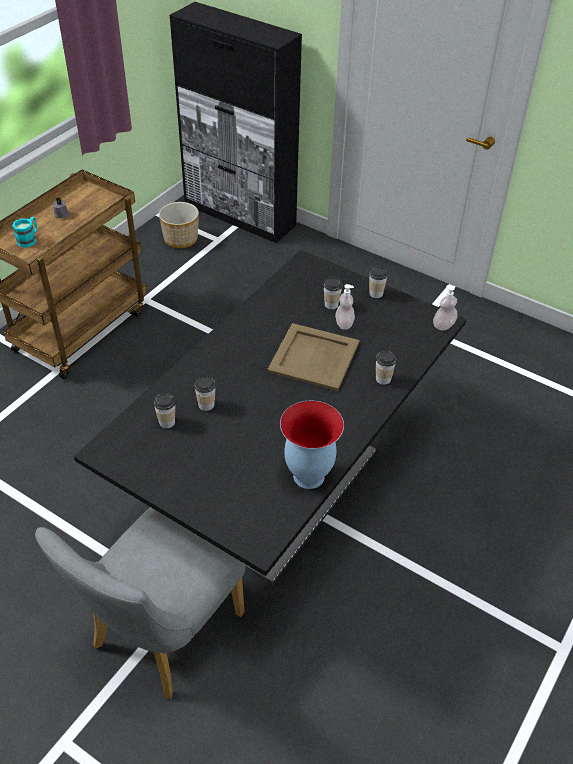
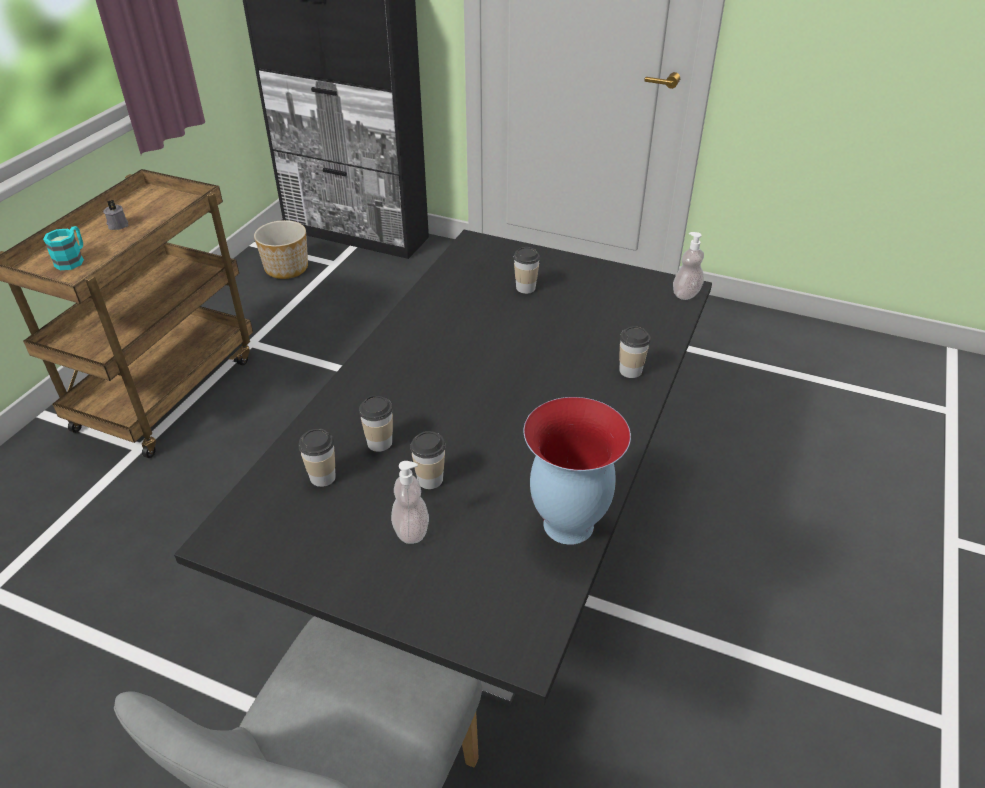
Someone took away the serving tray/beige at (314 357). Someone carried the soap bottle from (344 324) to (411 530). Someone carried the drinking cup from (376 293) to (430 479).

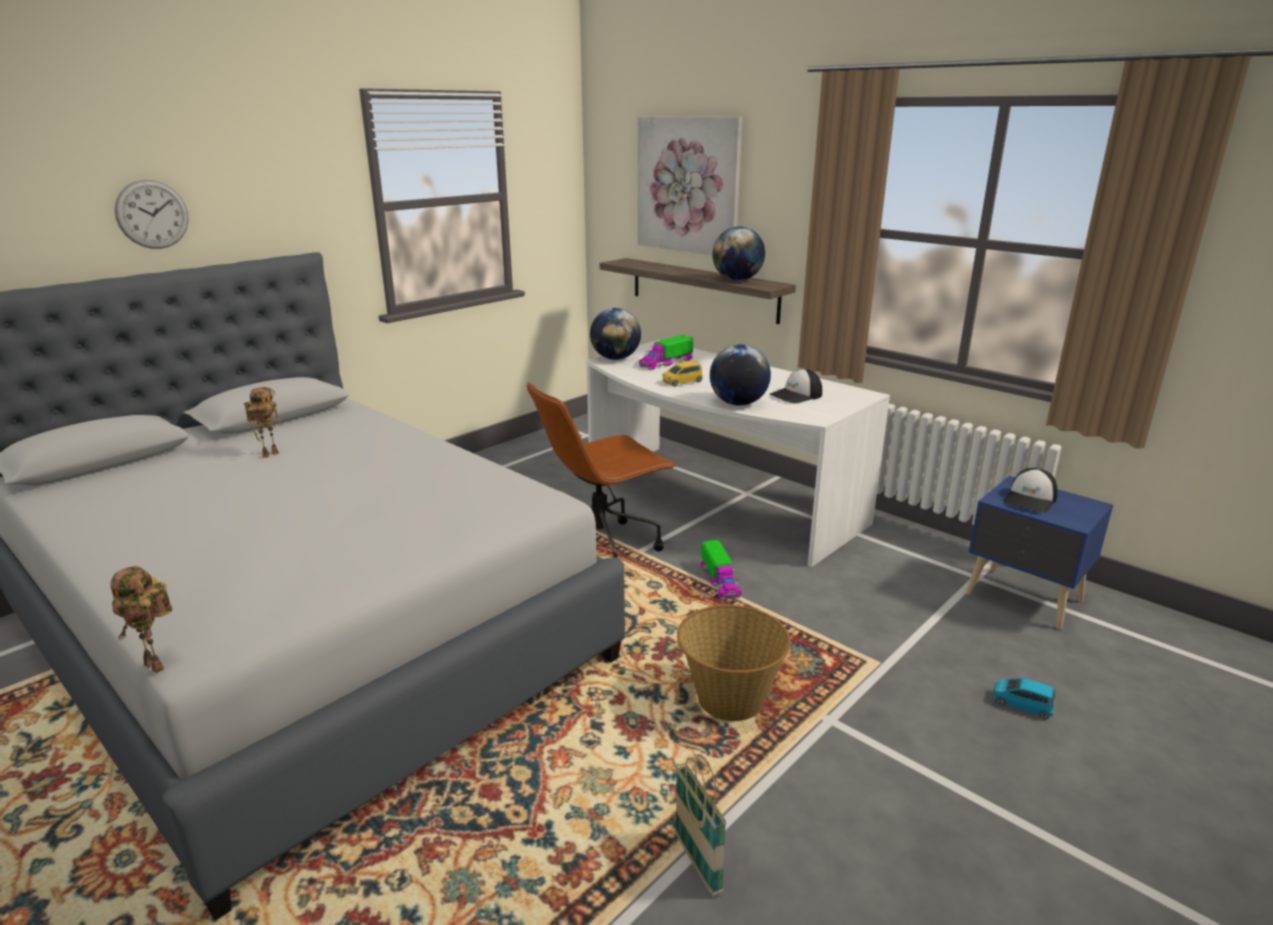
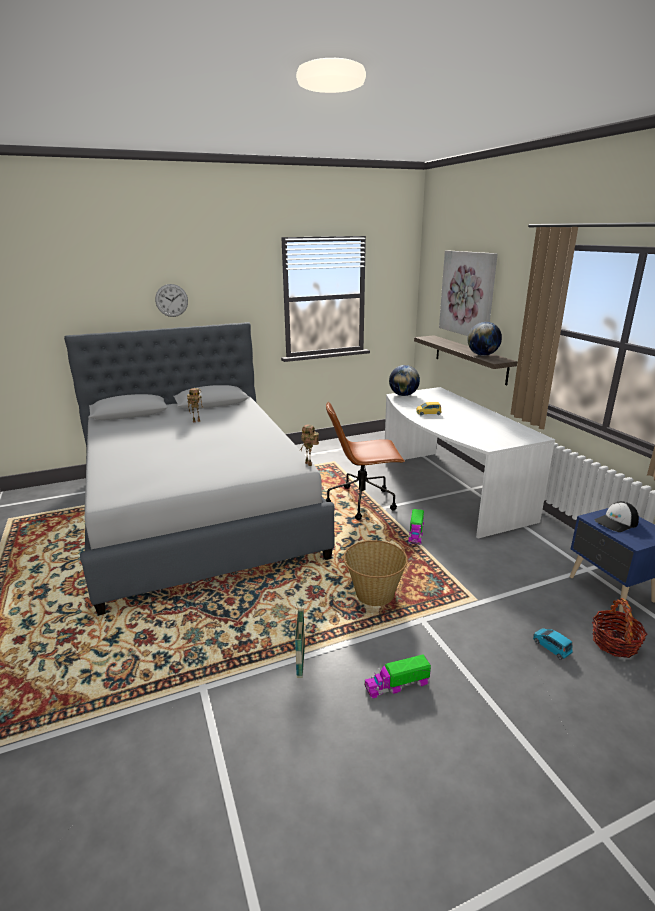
Someone carried the robot figure from (158 665) to (310 464). Someone carried the toy lorry from (666 363) to (397 685). Someone took away the globe at (738 403). Someone took away the baseball cap at (796 395). Someone put down the storage basket at (614 643).

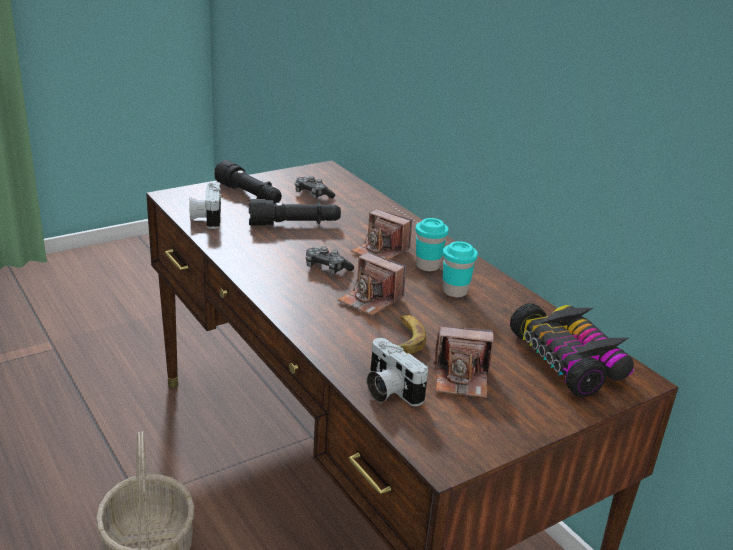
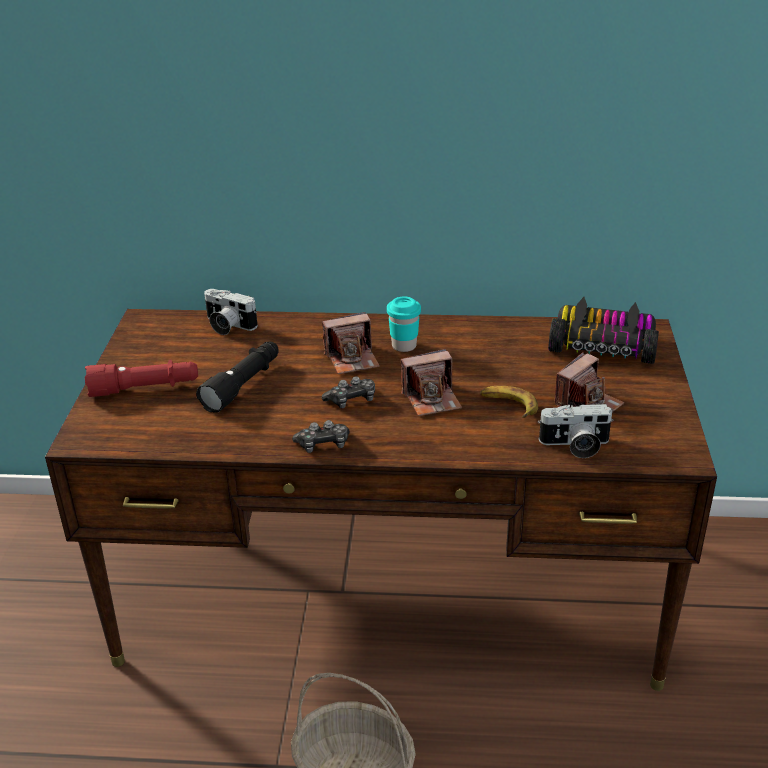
Someone carried the photo camera from (206 217) to (227 326). Someone repainted the hand torch/black-coloured at (249 195), which became the hand torch/red-coloured at (145 388). Someone carried the joypad from (312 195) to (323 444). Someone took away the drinking cup/blue-green at (455 291).

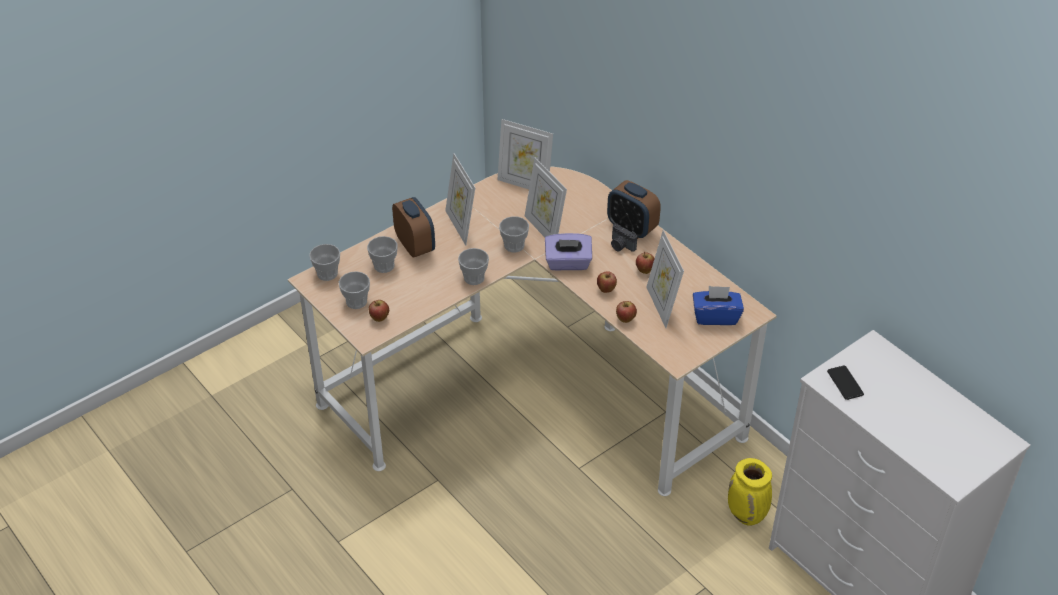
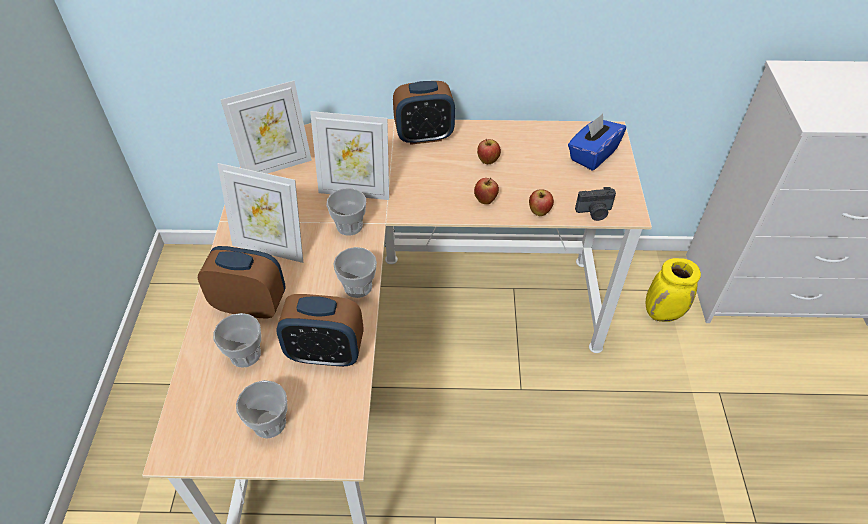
Someone took away the drinking cup at (327 273). Someone took away the apple at (379 318). Someone took away the tissue holder/purple-coloured at (568 263). Someone carried the photo camera from (621 246) to (594 212). Someone took away the photo frame at (662 306). Someone took away the phone at (845 383). Someone put down the table clock at (325 353).

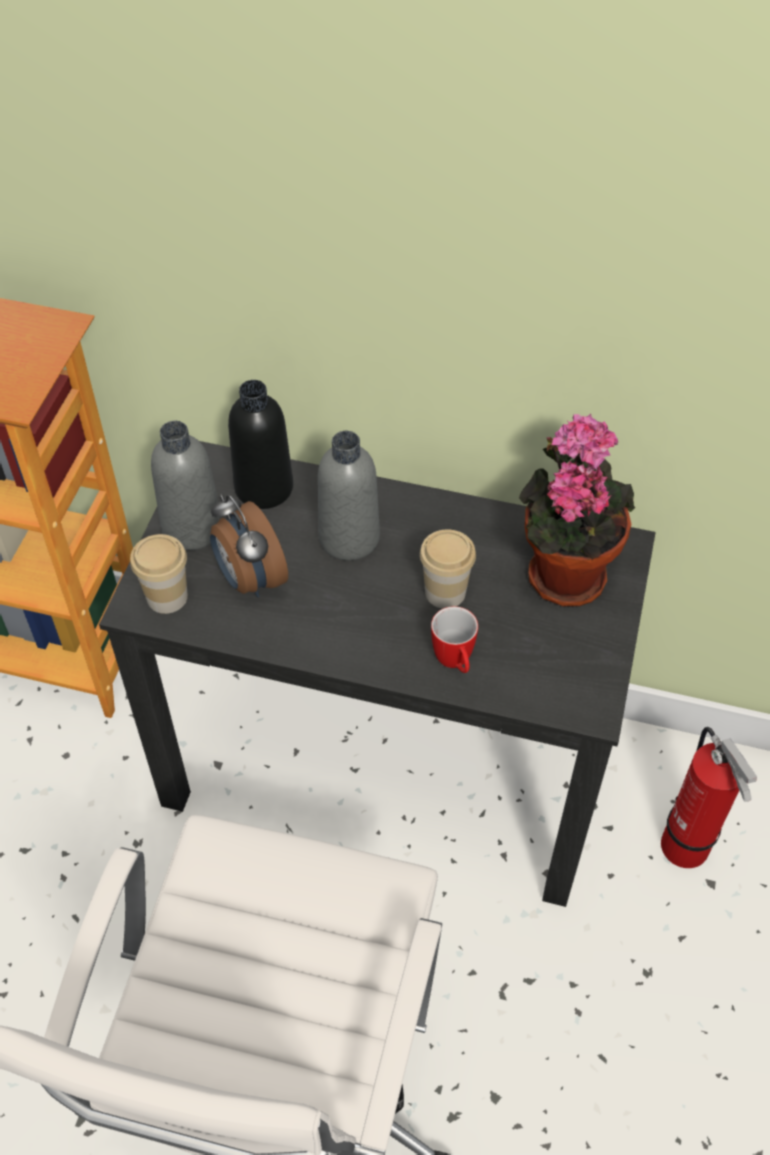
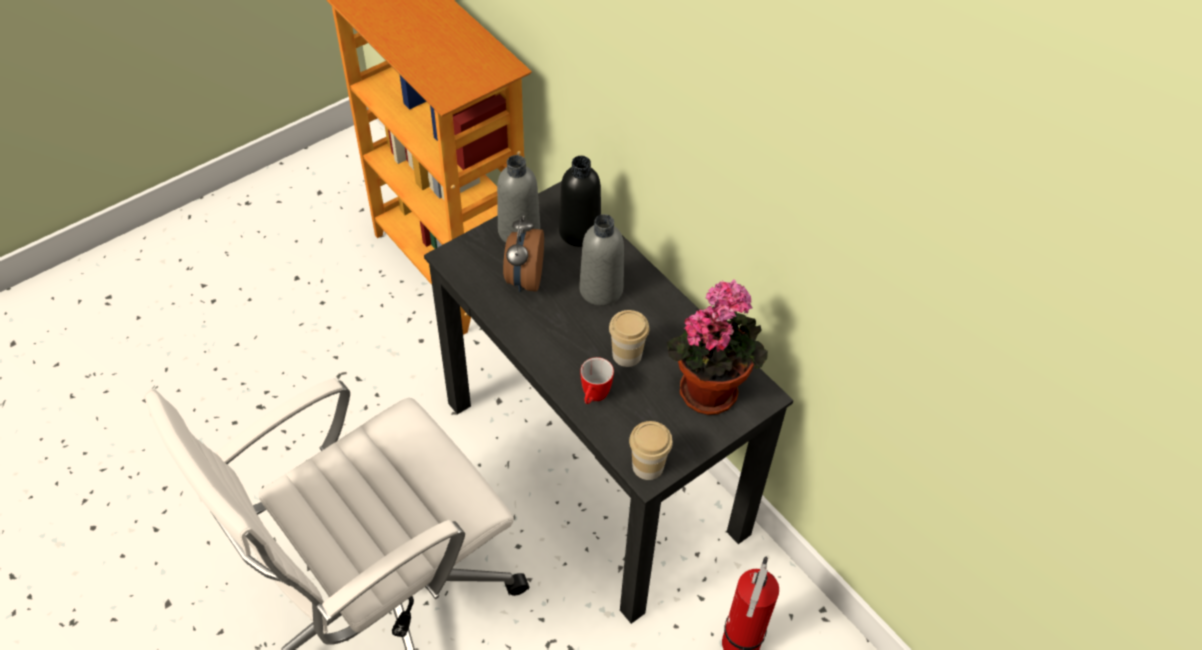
Someone carried the drinking cup from (167 597) to (648 466).

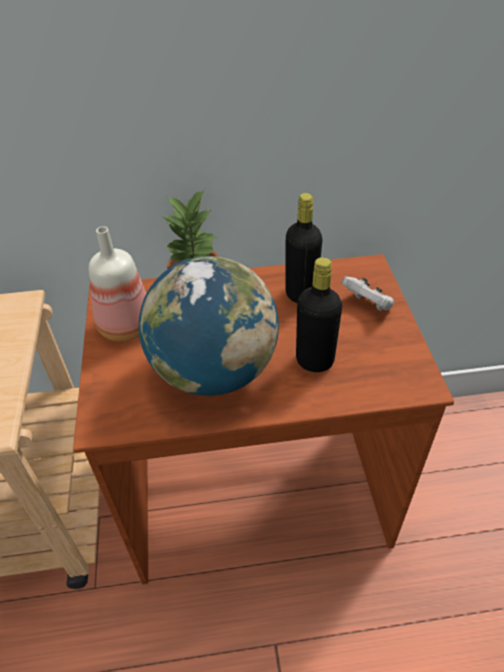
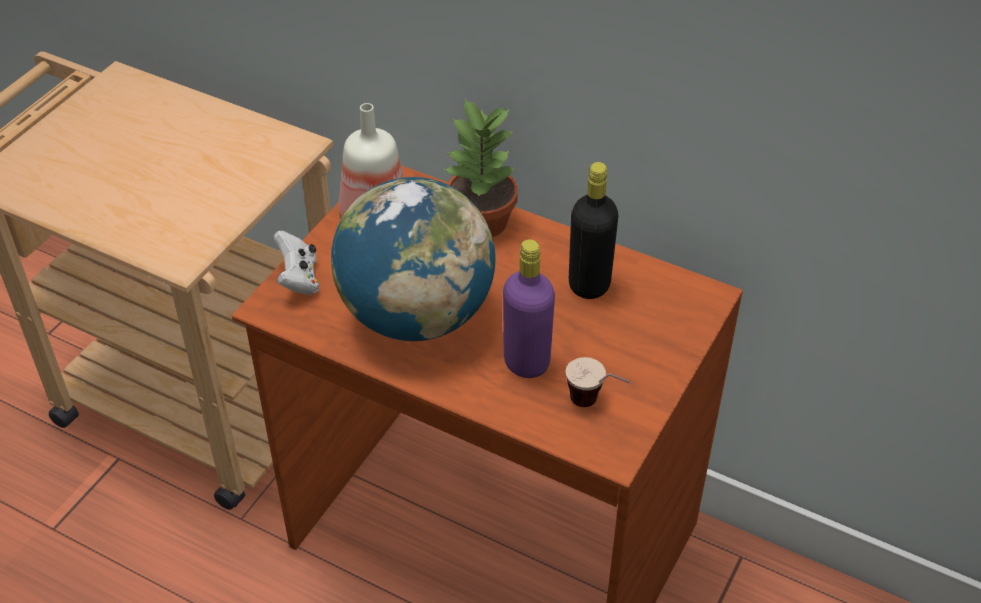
Someone repainted the beverage bottle/black-coloured at (314 360), which became the beverage bottle/purple-coloured at (526 362). Someone carried the joypad/white from (368 305) to (299 279). Someone put down the drinking cup at (596 406).

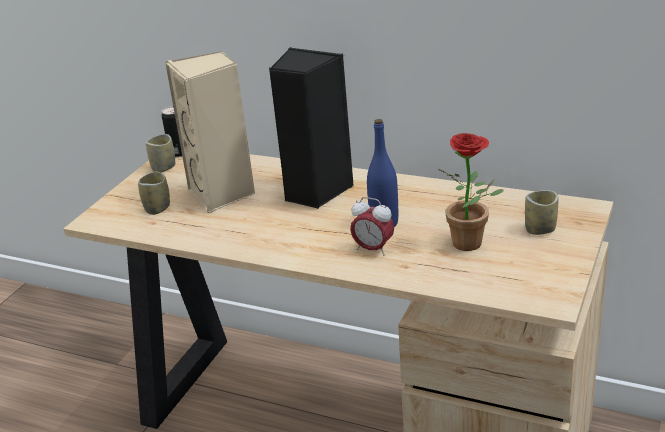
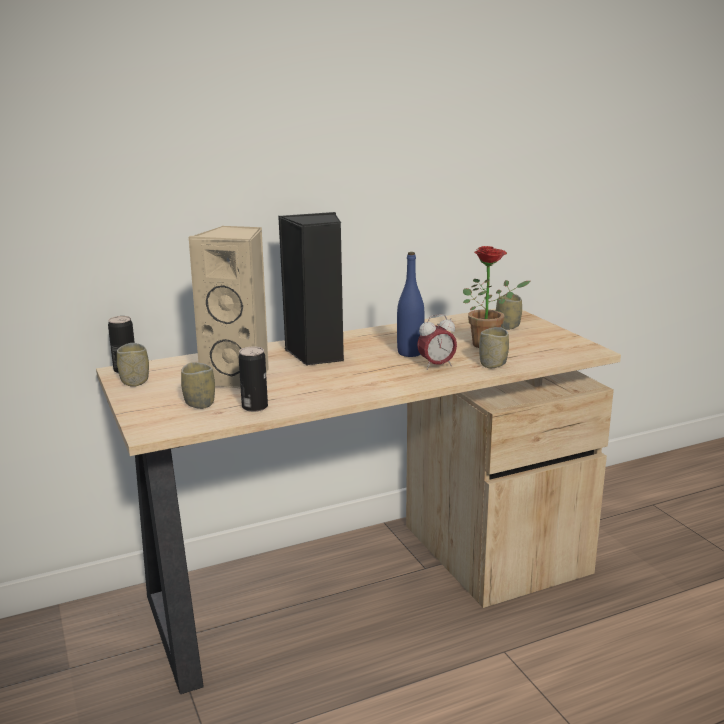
Someone put down the can at (255 407). Someone put down the drinking cup at (493 364).

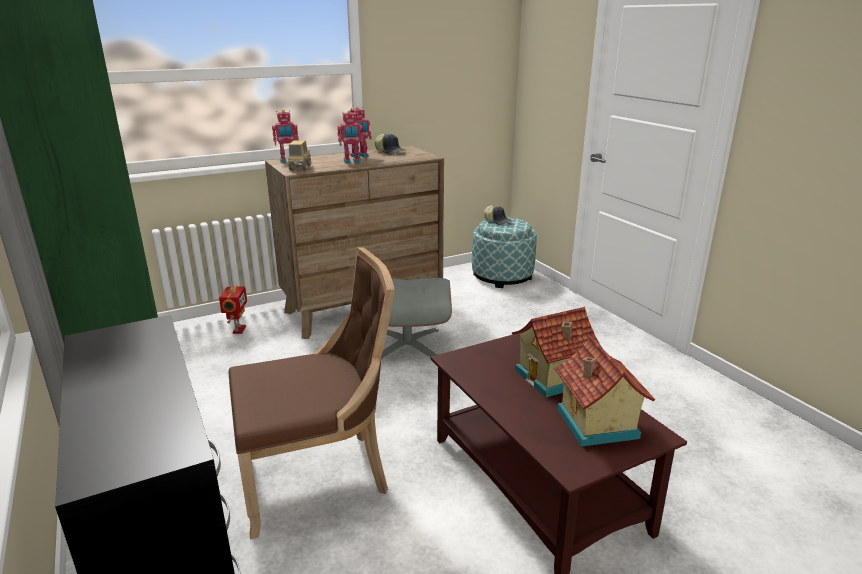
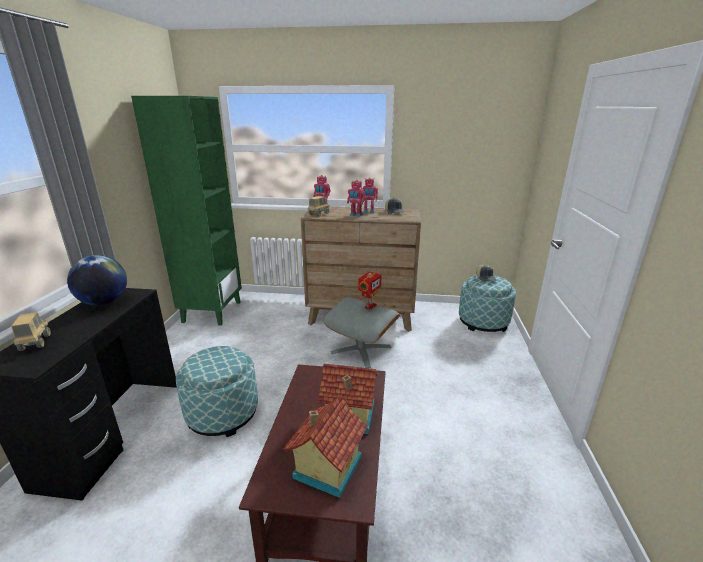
Someone carried the robot figure from (238 330) to (369 306). Someone swapped the chair/brown at (319 476) for the footrest at (223 413). Someone put down the toy lorry at (35 343). Someone put down the globe at (104 302).

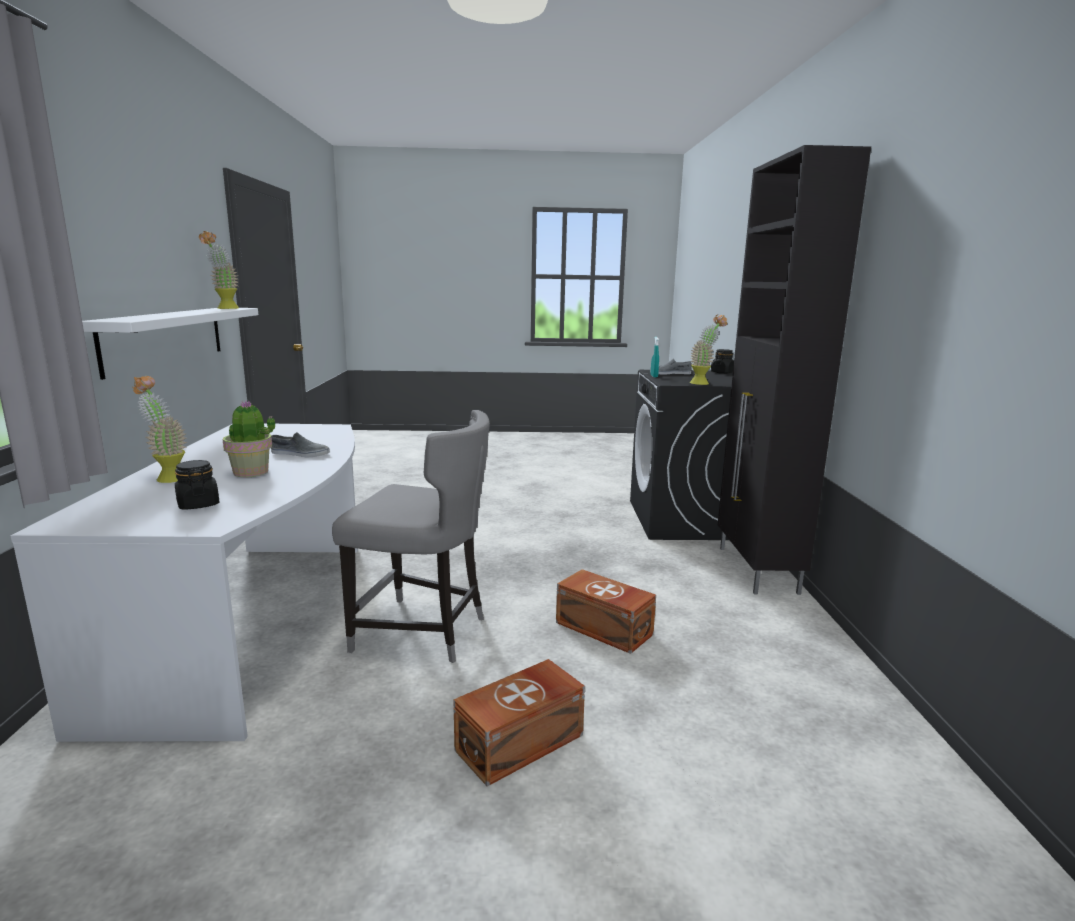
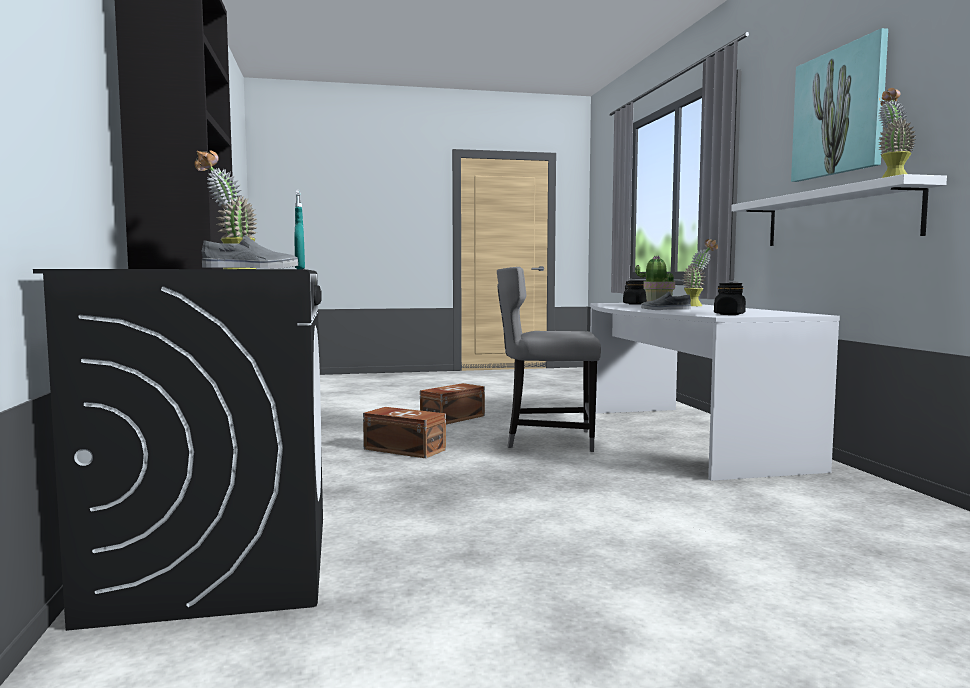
Someone carried the jar/black-coloured from (722 372) to (729 314). Someone put up the wall art at (838 112).

